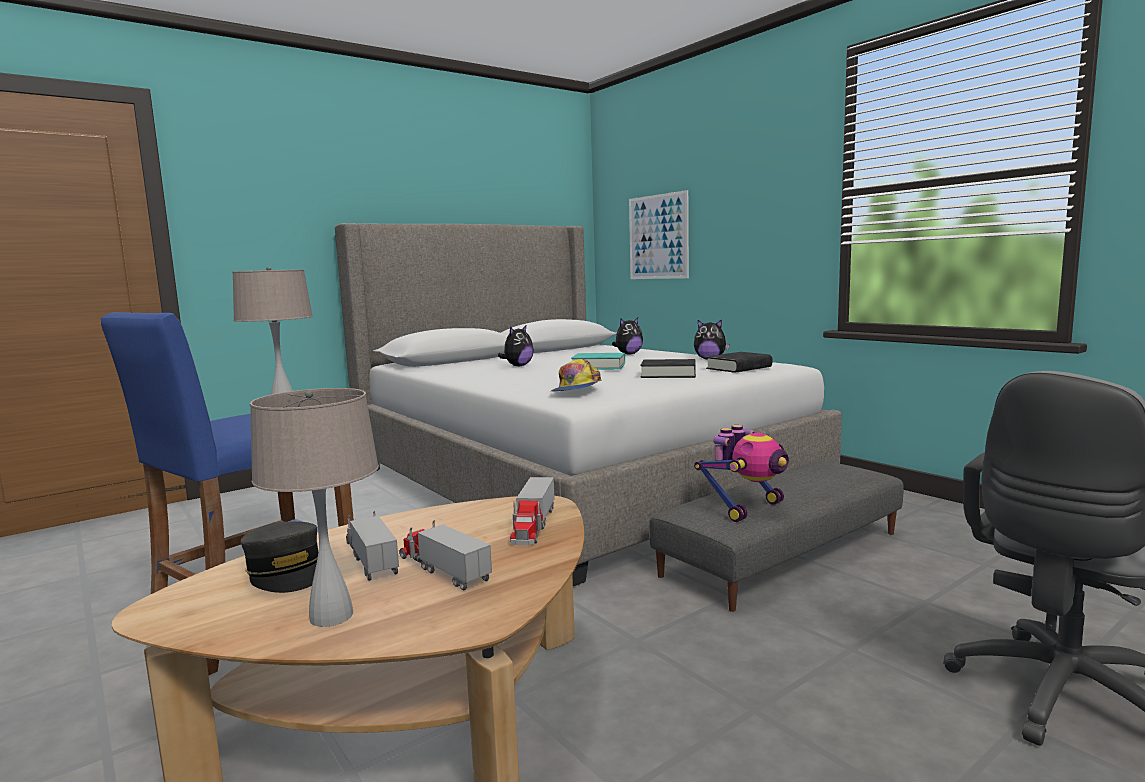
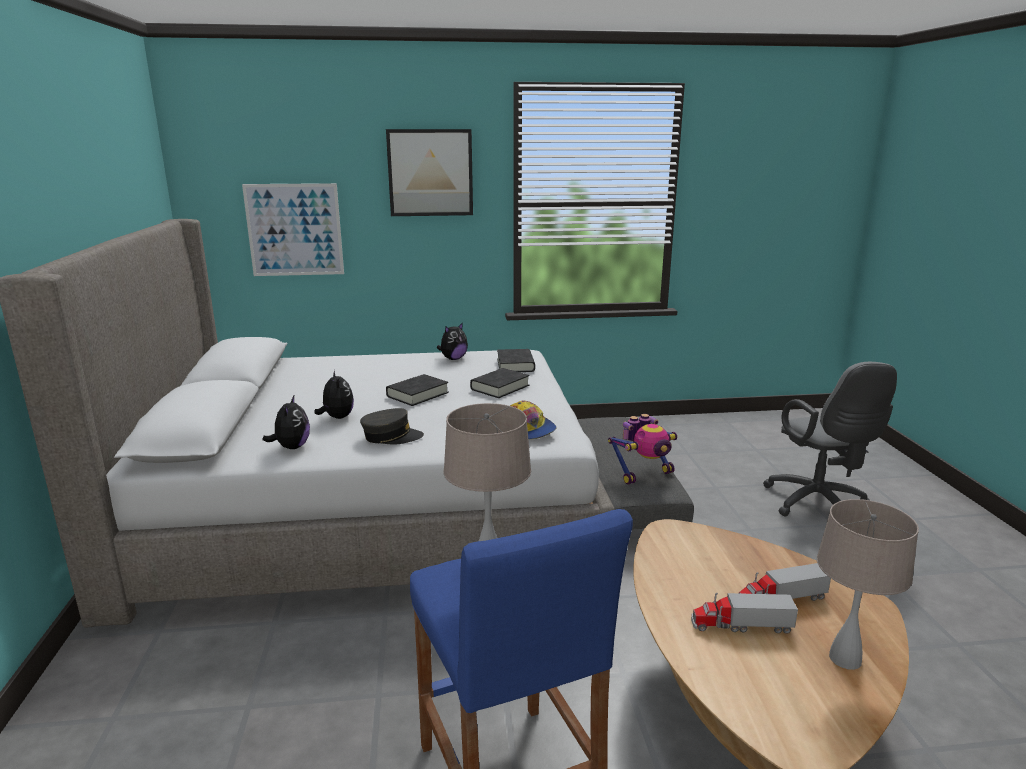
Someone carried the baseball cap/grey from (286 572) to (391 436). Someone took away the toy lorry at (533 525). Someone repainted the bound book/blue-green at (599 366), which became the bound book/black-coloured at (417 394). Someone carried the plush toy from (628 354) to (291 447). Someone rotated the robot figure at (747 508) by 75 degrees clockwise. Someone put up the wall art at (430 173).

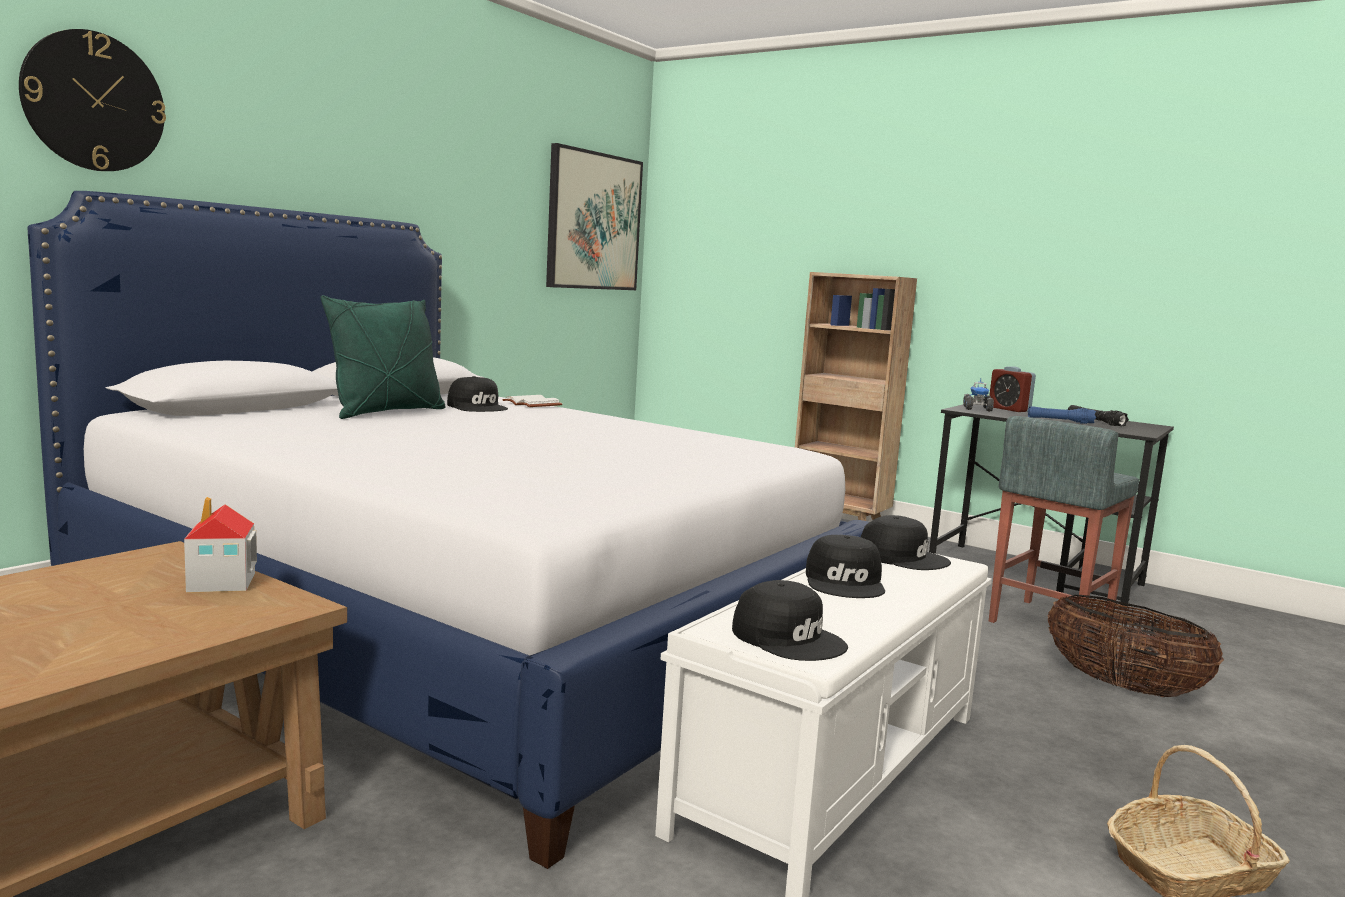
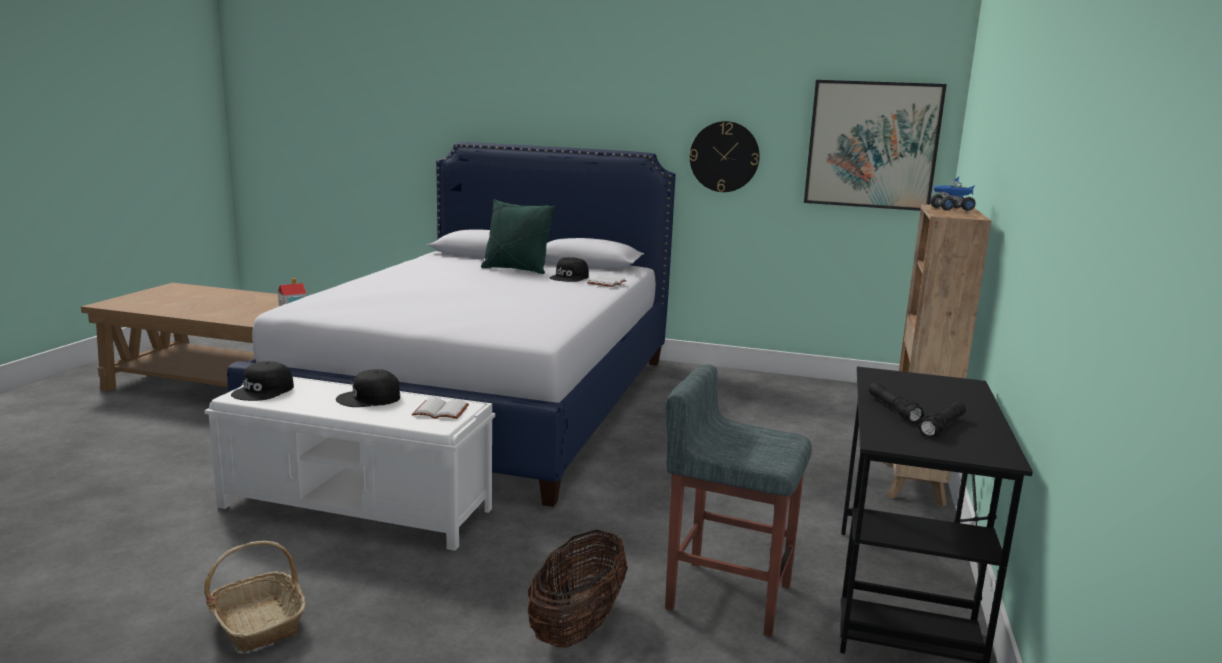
Someone carried the wall clock from (94 102) to (724 156). Someone swapped the baseball cap/black-coloured at (902 557) for the bound book/white at (442 411). Someone carried the toy lorry from (978 409) to (951 209). Someone took away the table clock at (1009 409). Someone repainted the hand torch/blue-coloured at (1060 421), which became the hand torch/black-coloured at (893 409).

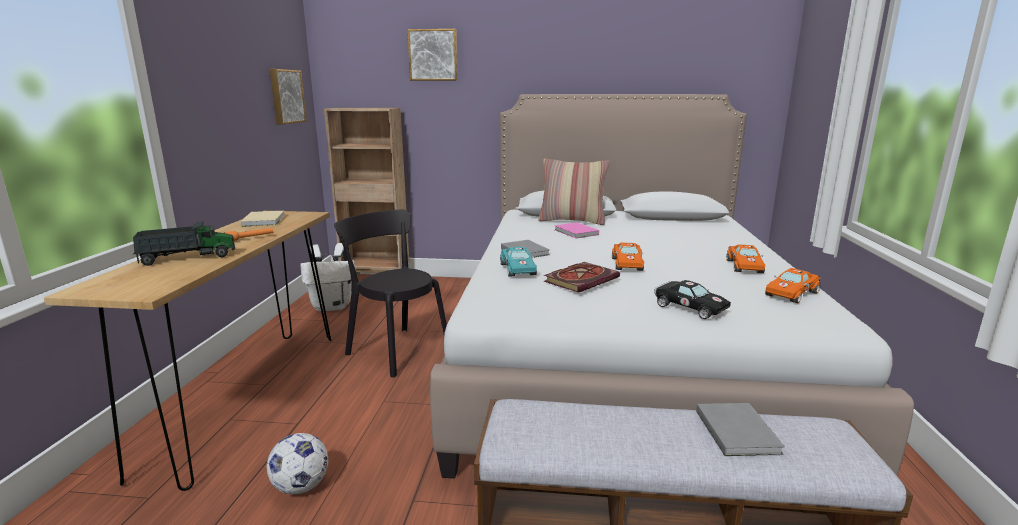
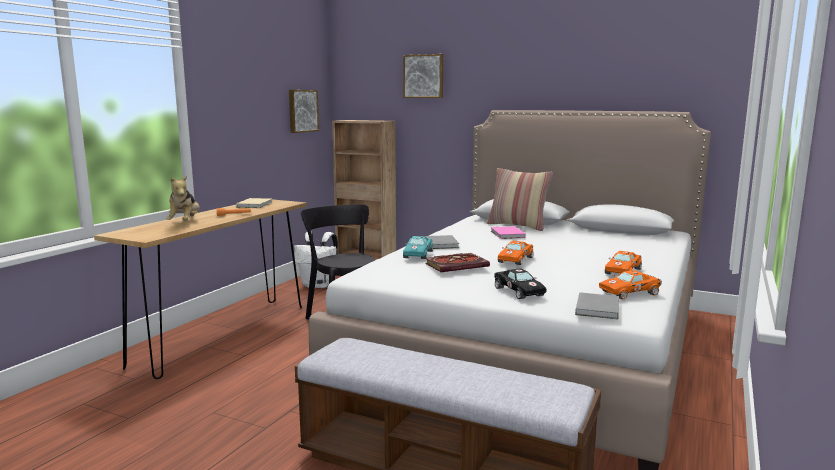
Someone swapped the toy lorry at (187 258) for the plush toy at (185 222). Someone took away the ball for football at (301 486). Someone carried the bound book/grey from (737 430) to (598 308).

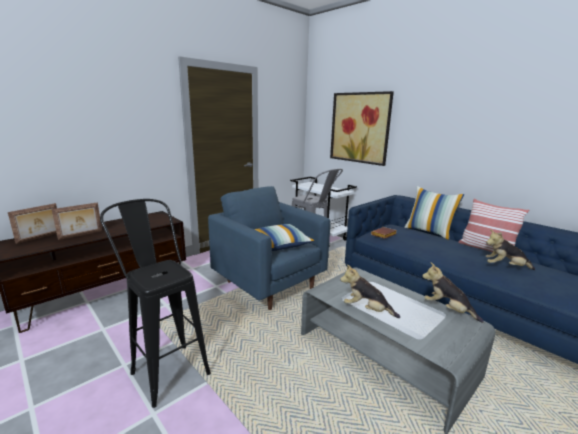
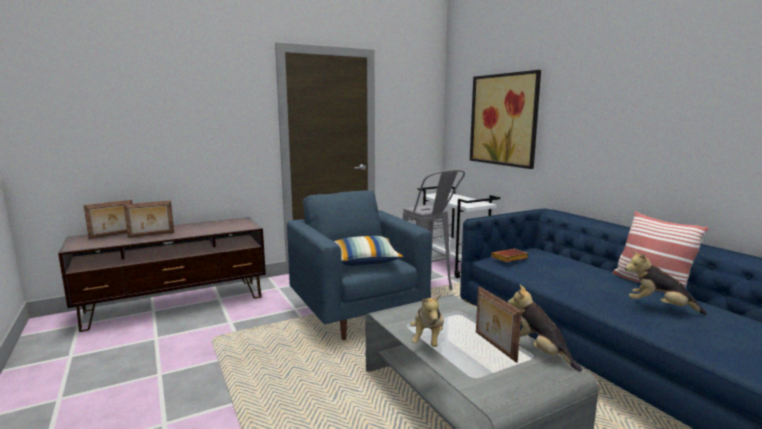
Someone took away the sitting stool/black-coloured at (165 367). Someone rotated the plush toy at (366 310) by 120 degrees counterclockwise. Someone took away the throw pillow at (429 232). Someone put down the photo frame at (494 346).

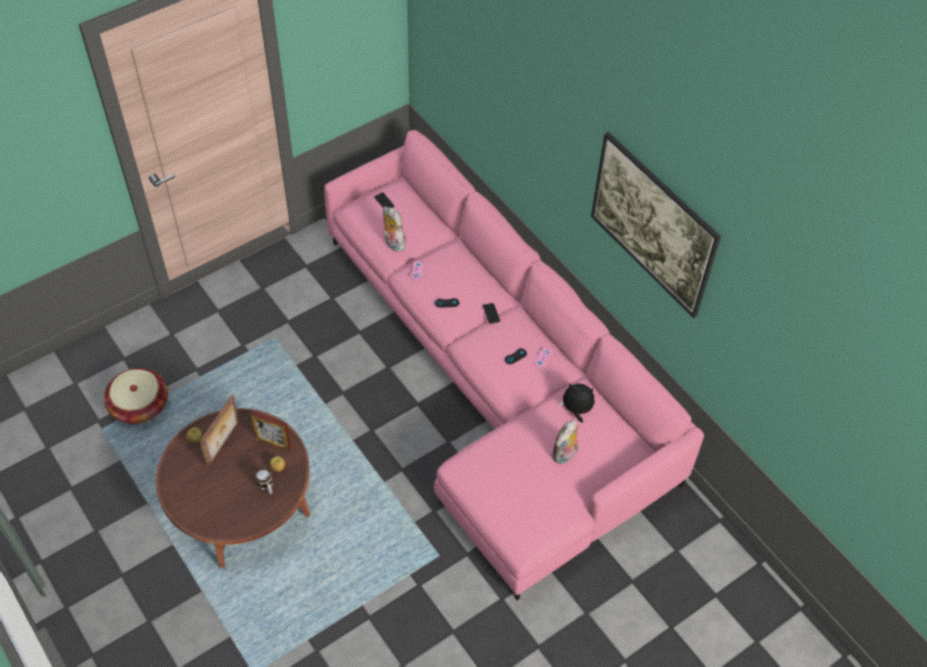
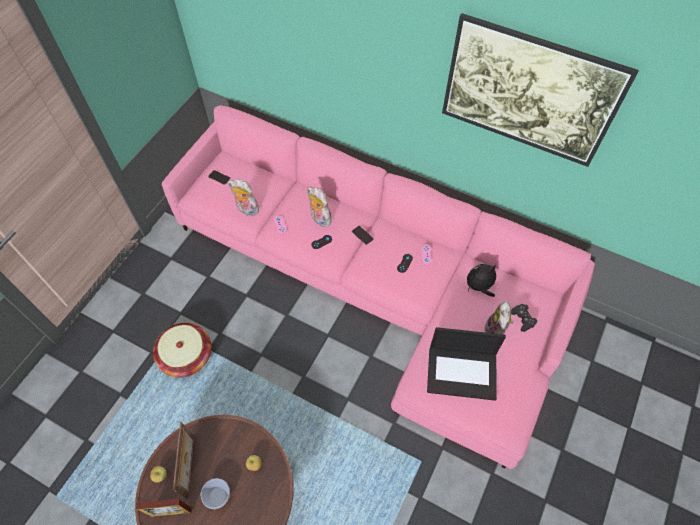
Someone carried the storage basket from (139 405) to (186 356). Someone carried the photo frame from (274 443) to (171 512). Someone took away the tea mug at (266 486). Someone put down the serving bowl at (218 496). Someone put down the plush toy at (319 218). Someone put down the laptop at (462 372). Someone put down the joypad/black-coloured at (522 319).

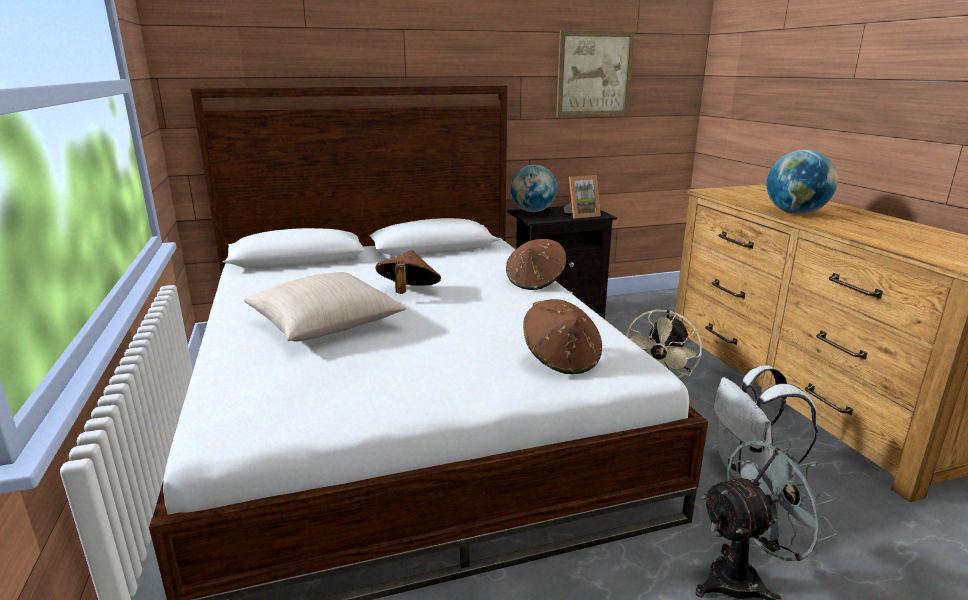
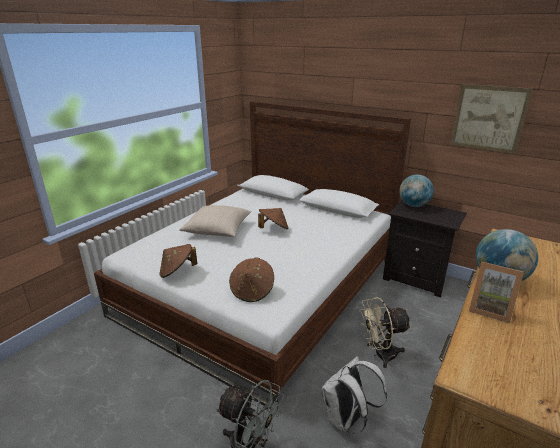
Someone carried the clothing hat/brown from (535 282) to (177 271). Someone carried the photo frame from (581 215) to (489 309).

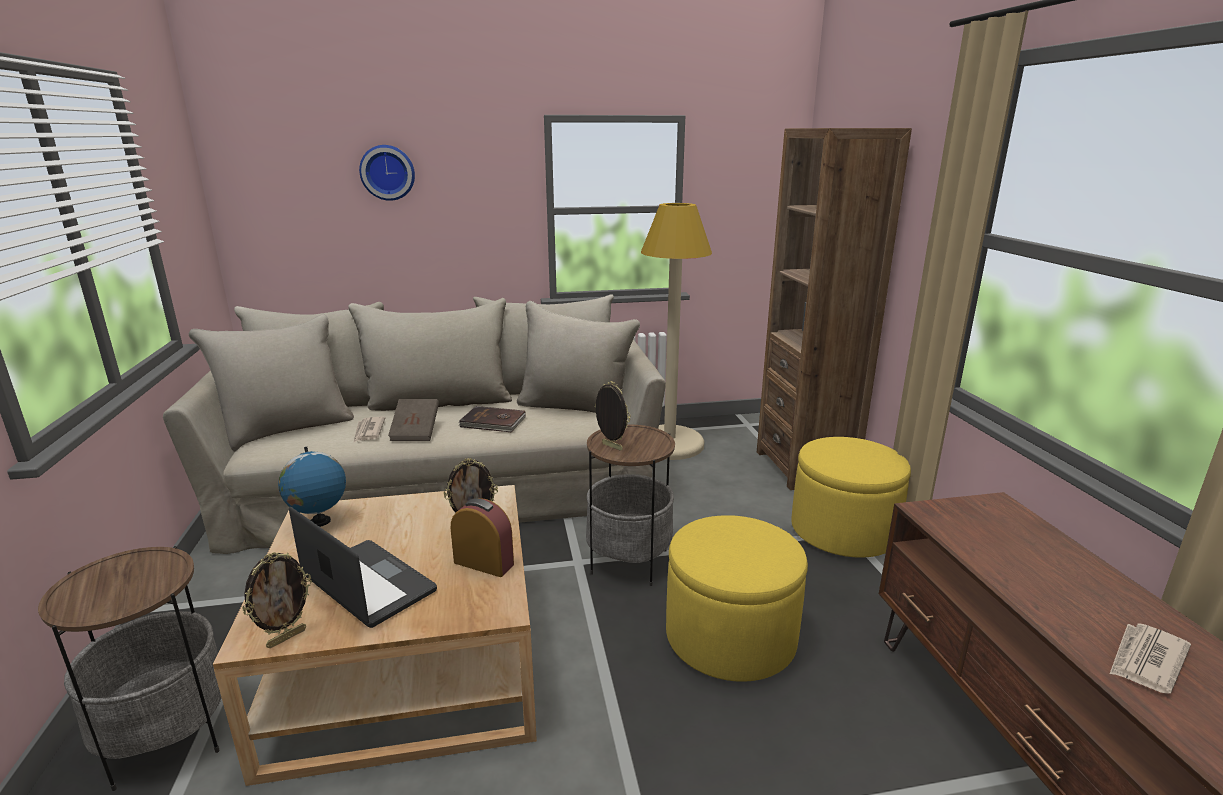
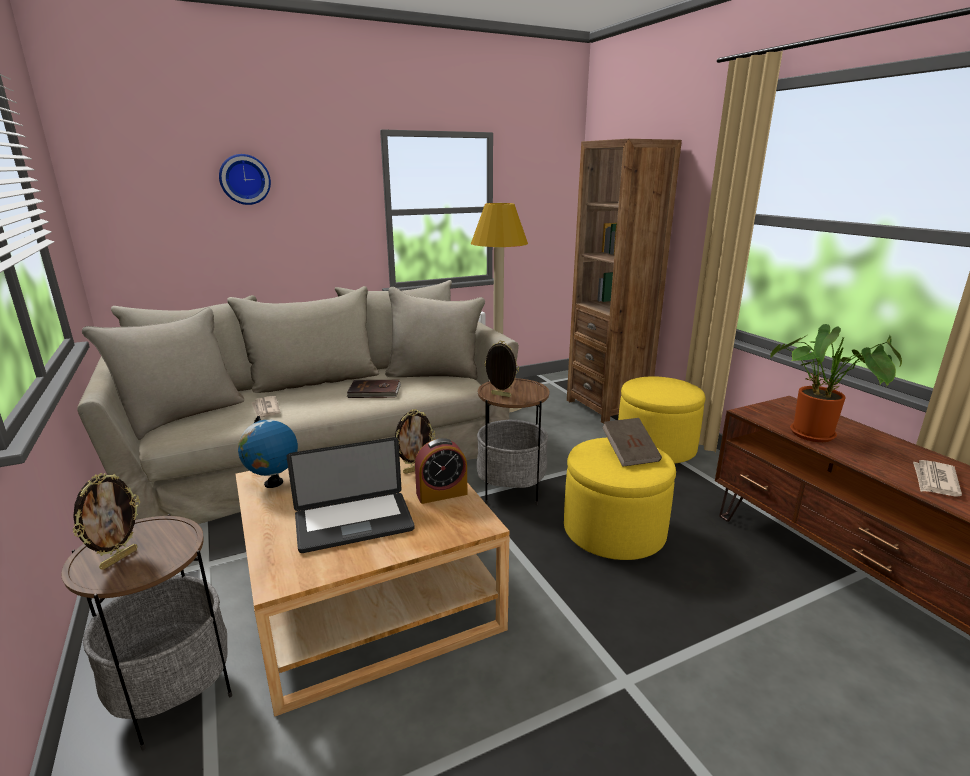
Someone carried the photo frame from (286 637) to (119 558). Someone rotated the laptop at (368 584) by 135 degrees clockwise. Someone carried the bound book/brown from (416 432) to (630 454). Someone rotated the table clock at (483 563) by 150 degrees clockwise. Someone put down the plant in a pot at (818 435).

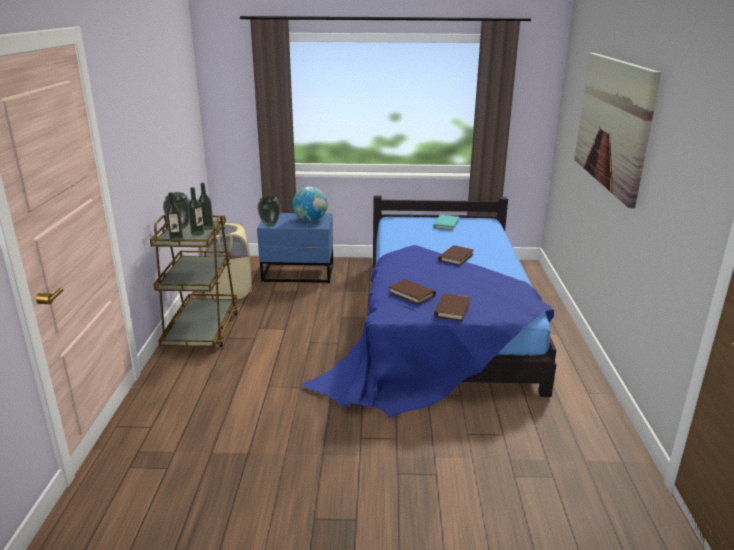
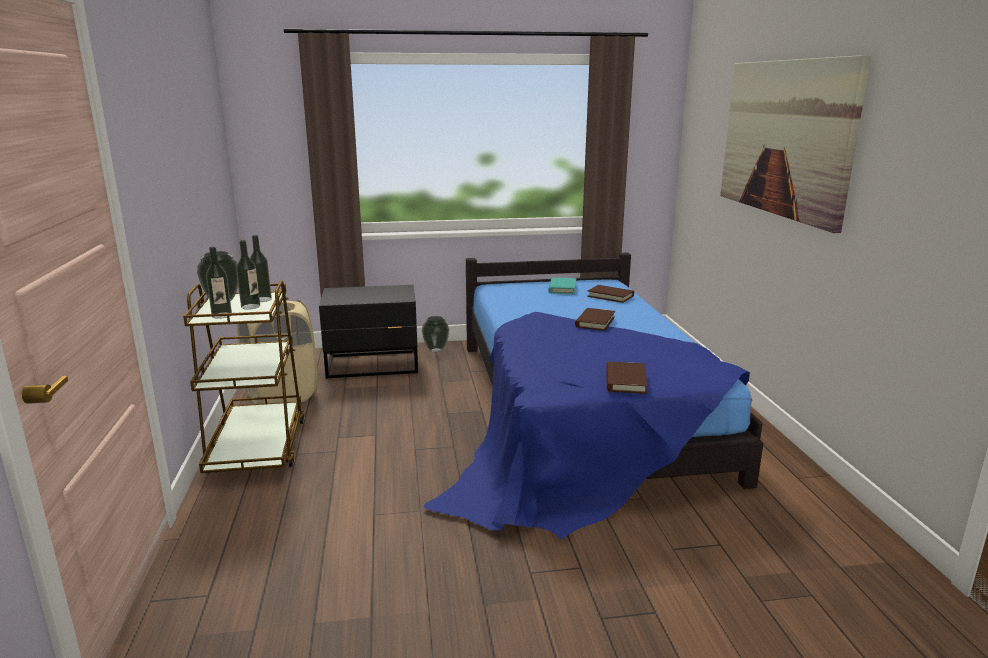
Someone carried the vase from (269 225) to (435 350). Someone repainted the night table/blue-coloured at (299 273), which became the night table/black-coloured at (374 365). Someone took away the globe at (310 220). Someone carried the bound book/brown from (411 294) to (610 296).

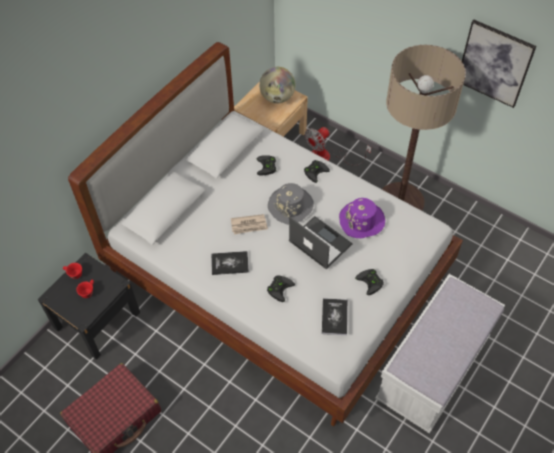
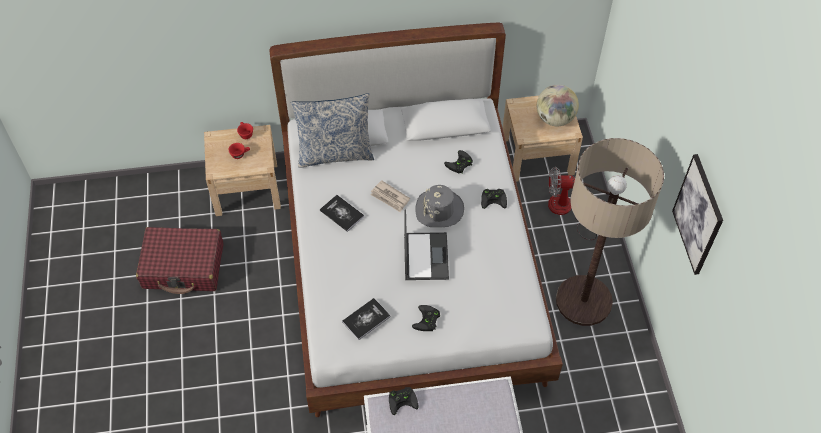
Someone repainted the night table/black-coloured at (97 320), which became the night table/beige at (246 188). Someone carried the joypad/black-coloured from (279 288) to (403 400). Someone took away the clothing hat/purple-coloured at (362 221). Someone put down the throw pillow at (335 153).

